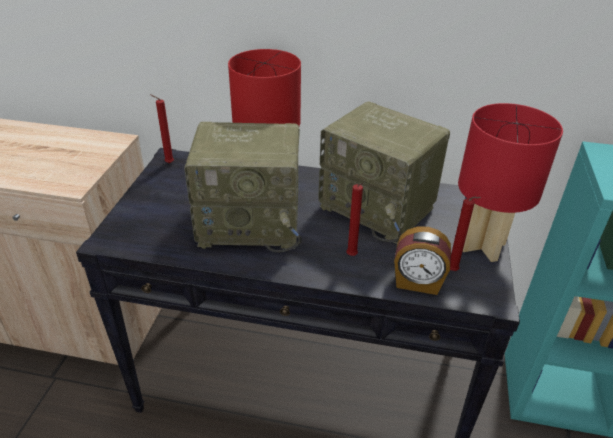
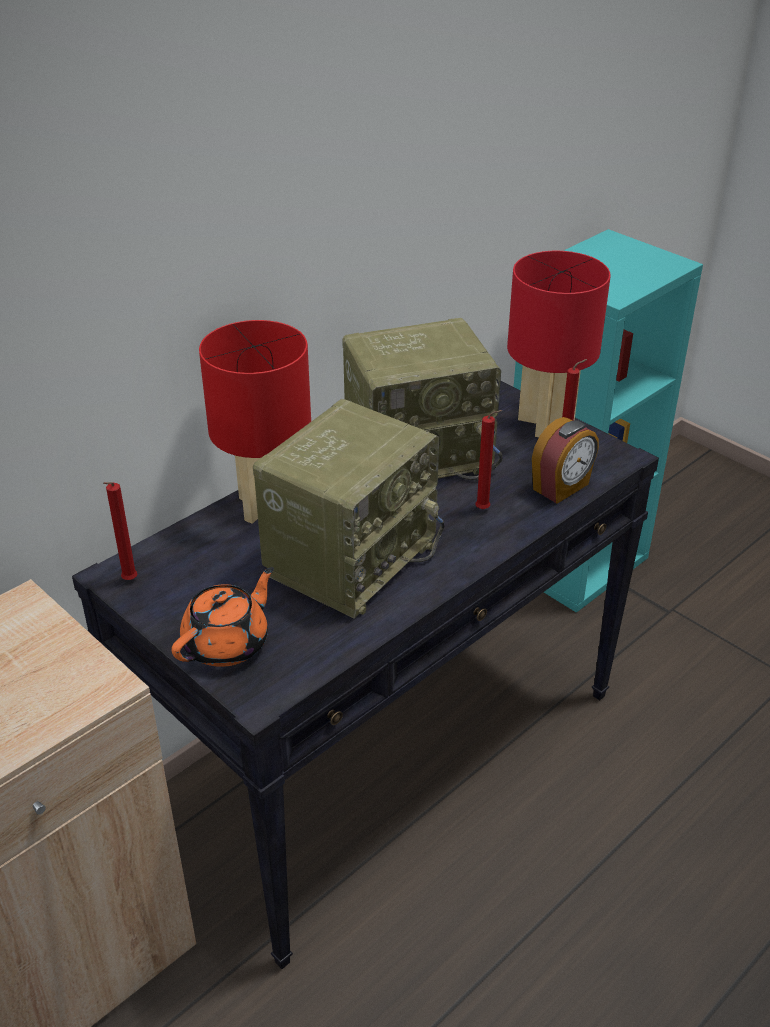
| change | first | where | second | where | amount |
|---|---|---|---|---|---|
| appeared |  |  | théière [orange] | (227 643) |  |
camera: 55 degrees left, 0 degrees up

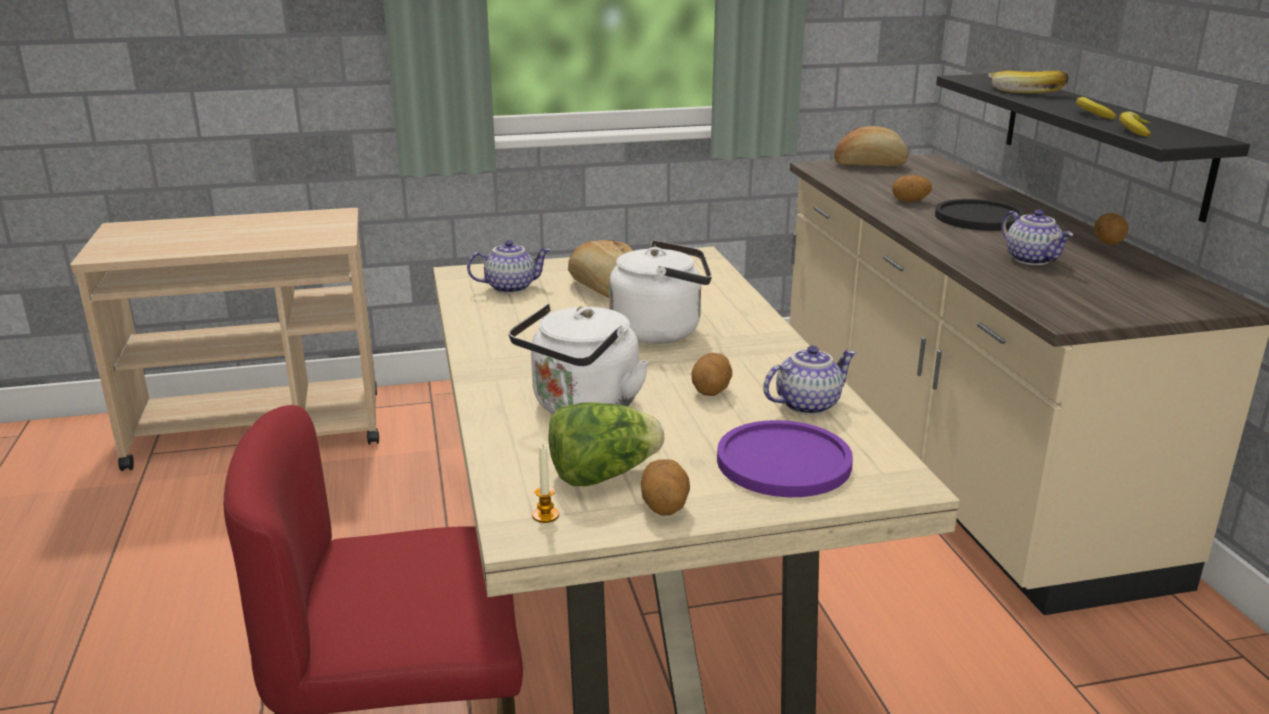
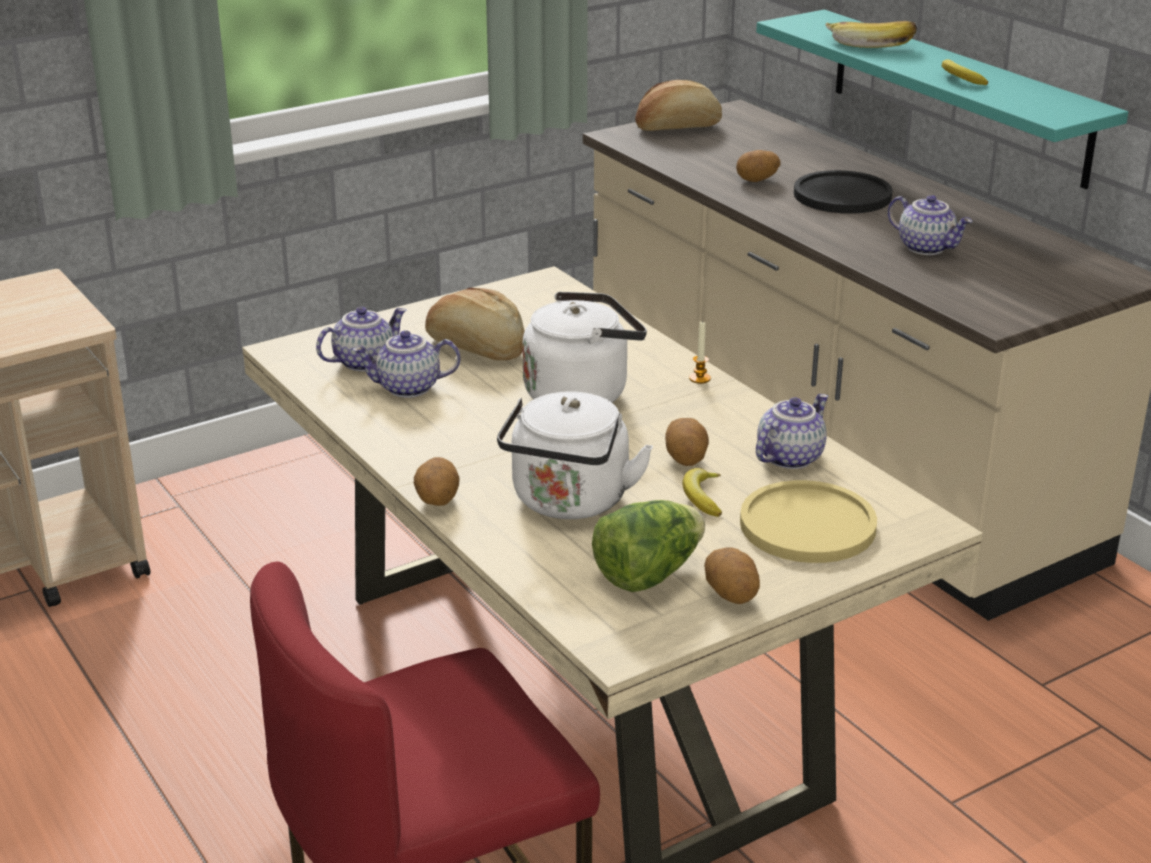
| change | first | where | second | where | amount |
|---|---|---|---|---|---|
| appeared |  |  | théière | (408 389) |  |
| relocated | pomme de terre | (1108 243) |  | (437 501) |  |
| relocated | banane | (1134 130) |  | (702 497) |  |
| relocated | bougie | (545 515) |  | (699 378) |  |
| colour | assiette [violet] | (783 461) | assiette [jaune] | (807 525) |  |
| colour | étagère [noir] | (1100 140) | étagère [turquoise] | (957 96) |  |
camera: 20 degrees left, 5 degrees up

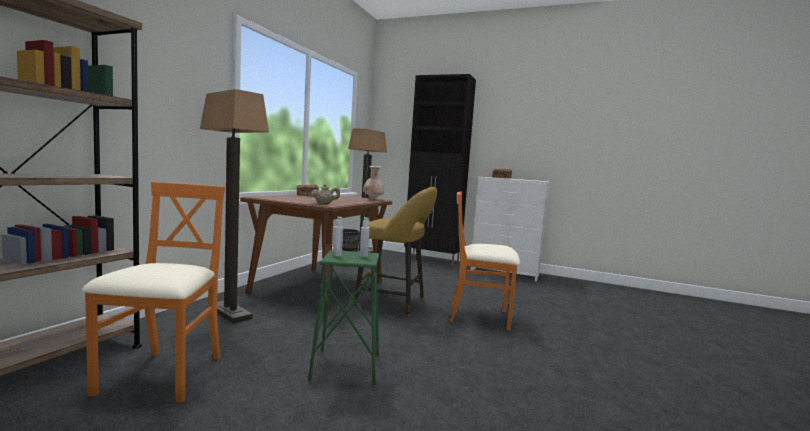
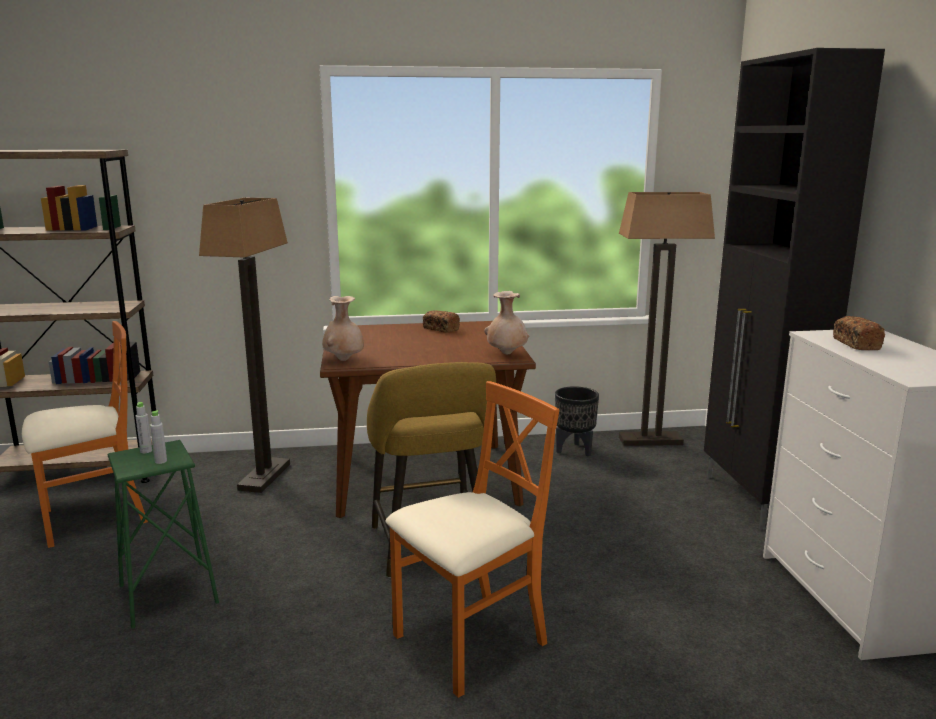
| change | first | where | second | where | amount |
|---|---|---|---|---|---|
| exchanged | théière [beige] | (324 204) | vase [beige] | (344 360) |  |
| spun | chaise [orange] | (480 316) |  | (470 642) | 75 degrees clockwise |
camera: 60 degrees right, 10 degrees up

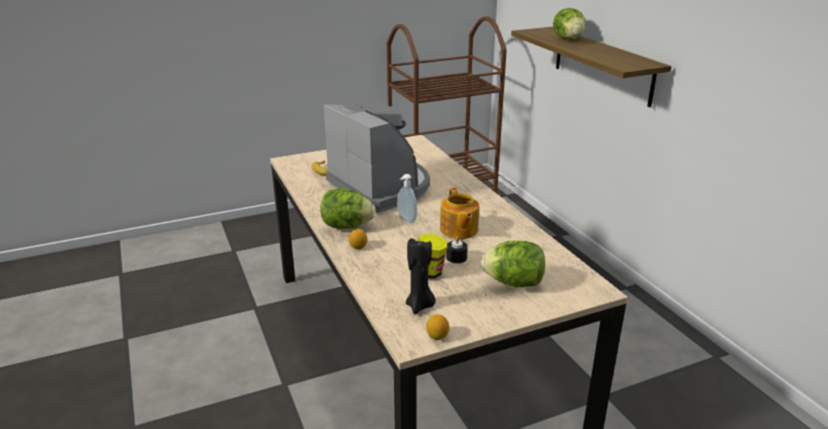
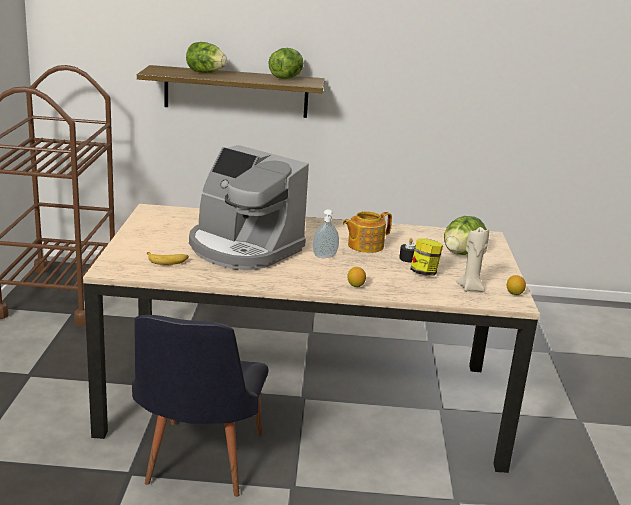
| change | first | where | second | where | amount |
|---|---|---|---|---|---|
| appeared |  |  | chaise [noir] | (199 466) |  |
| spun | machine à café | (381 187) |  | (243 248) | 135 degrees counterclockwise |
| relocated | laitue | (346 226) |  | (286 78) |  |
| spun | théière | (458 230) |  | (364 246) | 135 degrees clockwise |
| colour | bougie [noir] | (420 306) | bougie [beige] | (470 288) |  |
camera: 65 degrees left, 5 degrees down

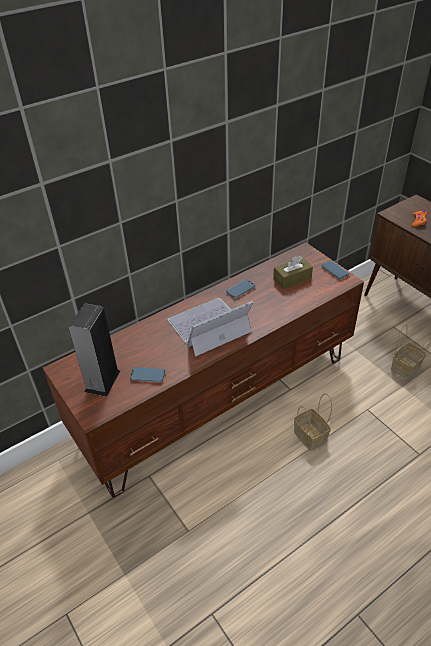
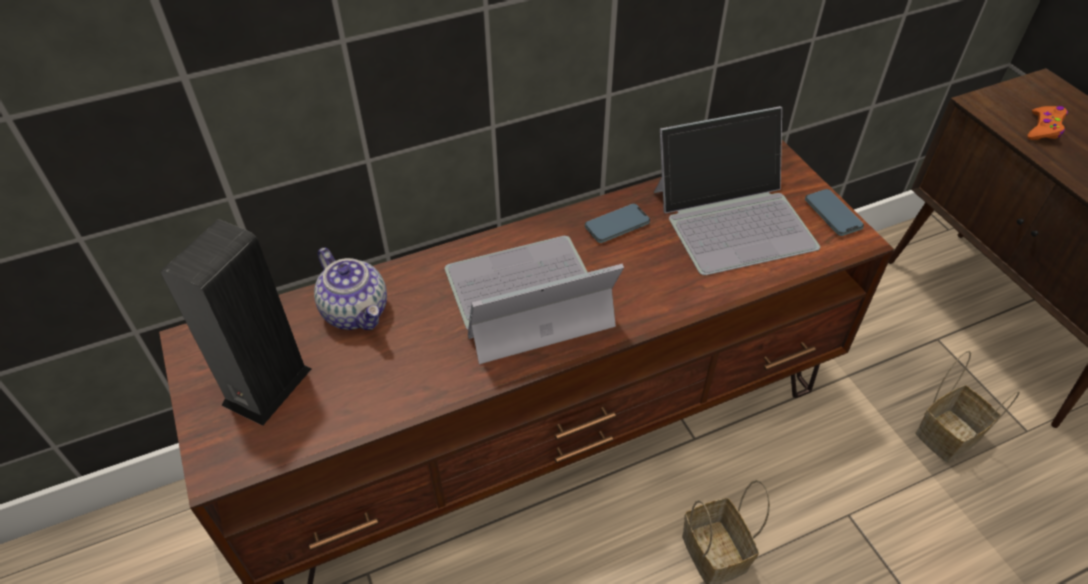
| change | first | where | second | where | amount |
|---|---|---|---|---|---|
| appeared |  |  | théière | (357 311) |  |
| exchanged | boîte à mouchoirs [marron] | (292 279) | ordinateur portable | (734 217) |  |
| missing | téléphone | (147 376) |  |  |  |
camera: 10 degrees right, 5 degrees up

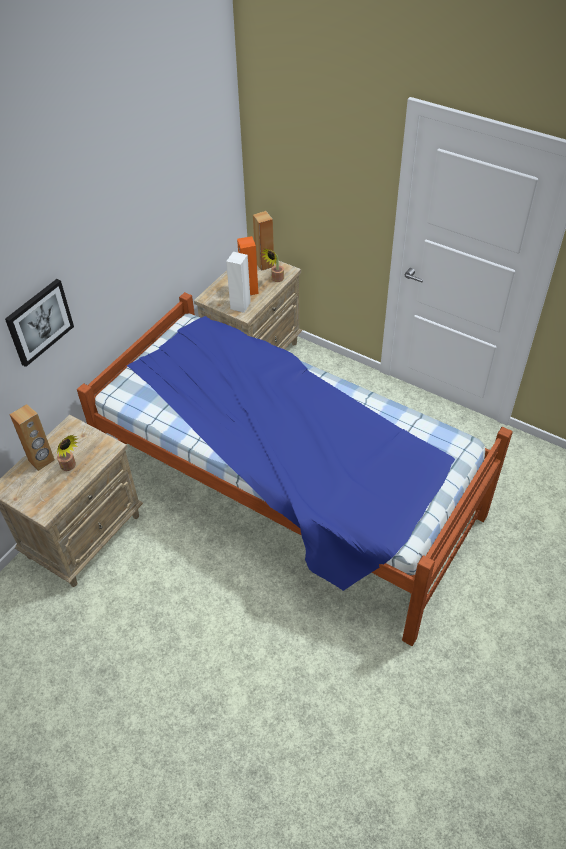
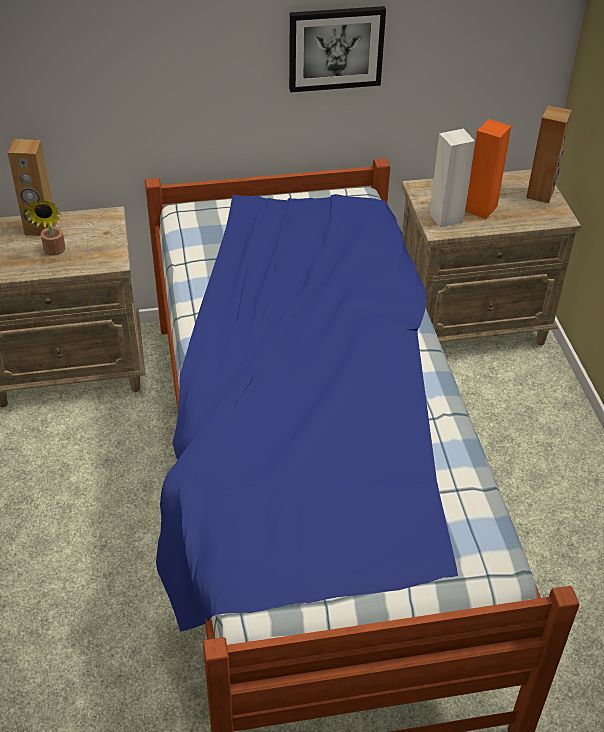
| change | first | where | second | where | amount |
|---|---|---|---|---|---|
| relocated | tableau | (39 322) |  | (335 48) |  |
| missing | plante en pot | (276 279) |  |  |  |
camera: 45 degrees right, 5 degrees down

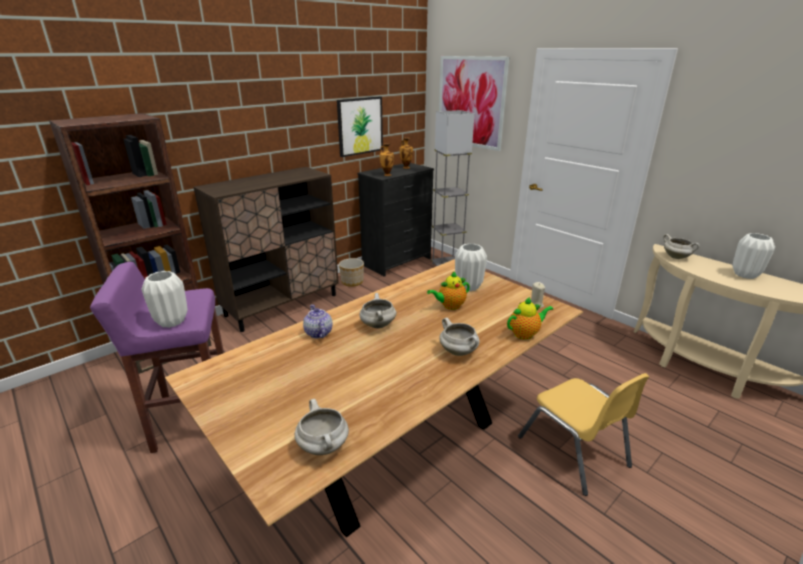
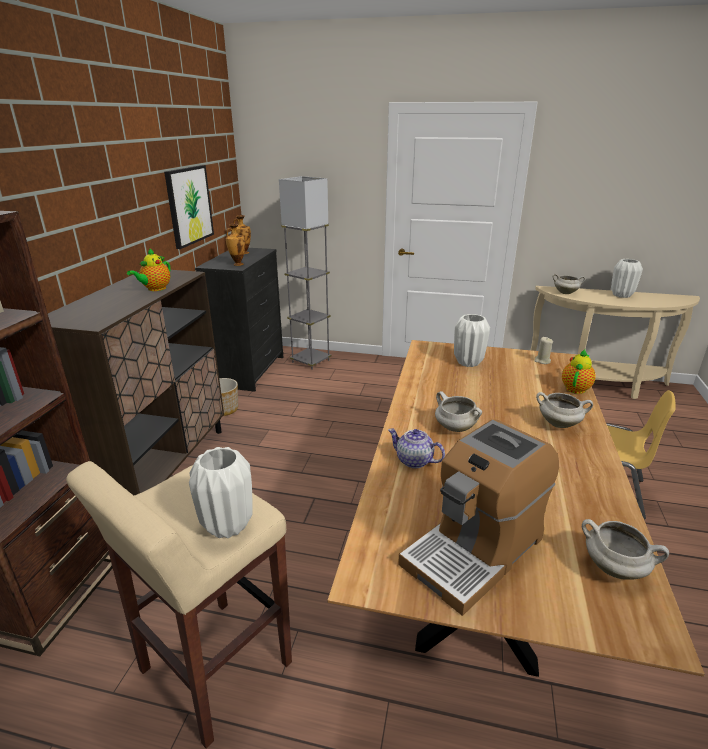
| change | first | where | second | where | amount |
|---|---|---|---|---|---|
| colour | tabouret [violet] | (192 420) | tabouret [beige] | (213 668) |  |
| relocated | théière | (450 306) |  | (155 289) |  |
| appeared |  |  | machine à café | (474 550) |  |
| missing | tableau | (470 102) |  |  |  |
camera: 35 degrees left, 0 degrees up

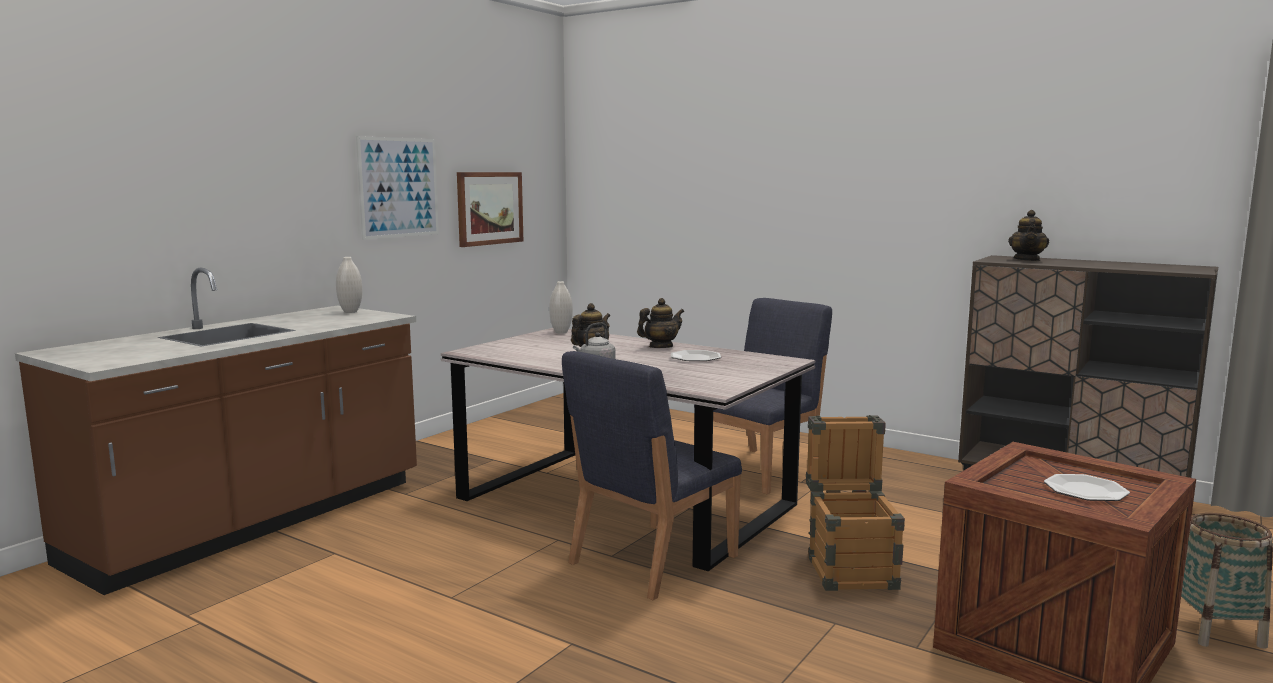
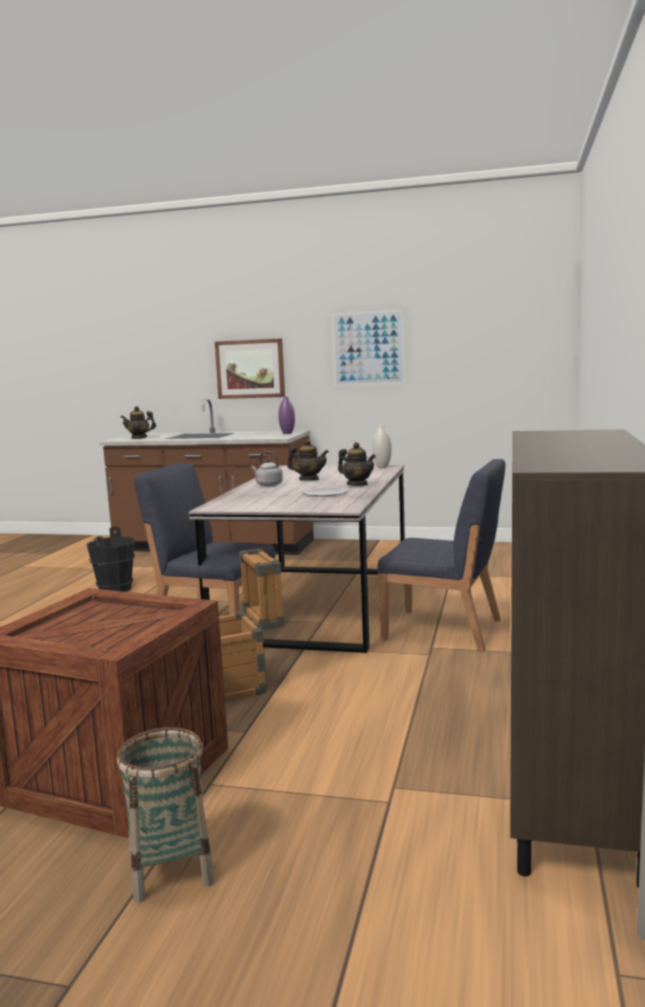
| change | first | where | second | where | amount |
|---|---|---|---|---|---|
| appeared |  |  | seau [noir] | (115 589) |  |
| relocated | théière | (1027 260) |  | (139 437) |  |
| relocated | tableau | (489 208) |  | (250 369) |  |
| colour | vase [blanc] | (350 312) | vase [violet] | (287 433) |  |
| missing | assiette | (1085 490) |  |  |  |
camera: 70 degrees right, 0 degrees up

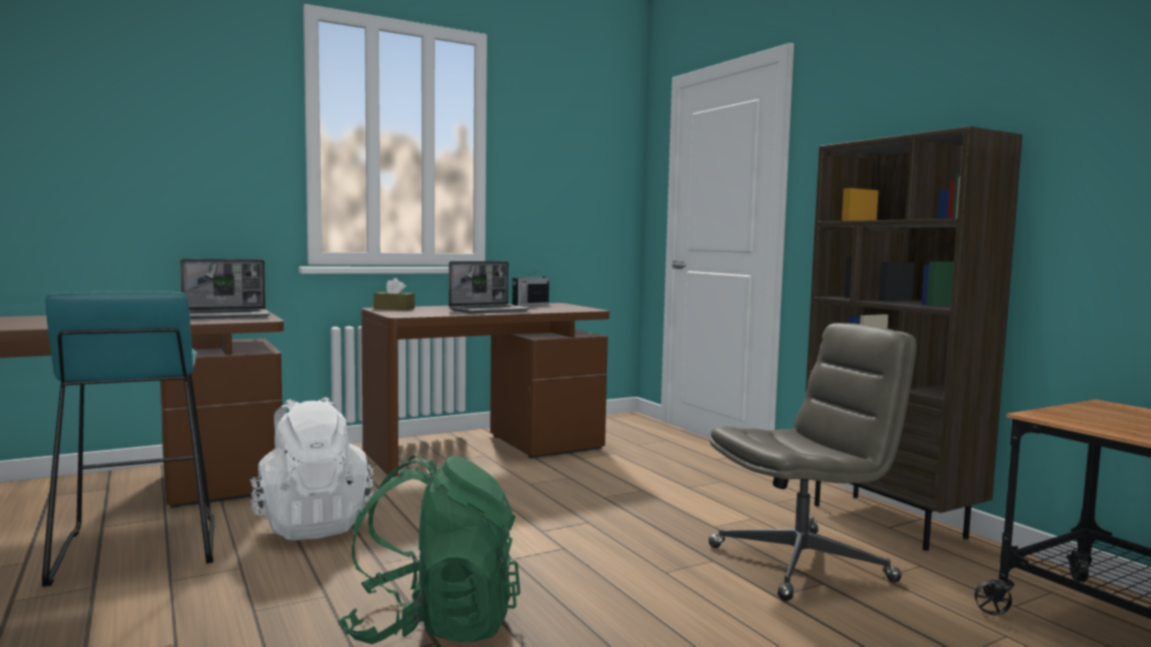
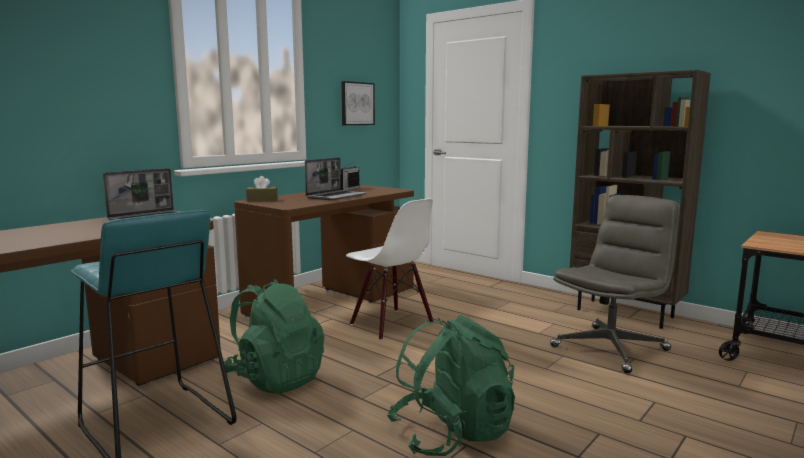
| change | first | where | second | where | amount |
|---|---|---|---|---|---|
| colour | sac à dos [blanc] | (312 525) | sac à dos [vert] | (275 379) |  |
| appeared |  |  | tableau | (357 103) |  |
| appeared |  |  | chaise [blanc] | (391 324) |  |
camera: 20 degrees left, 5 degrees up

